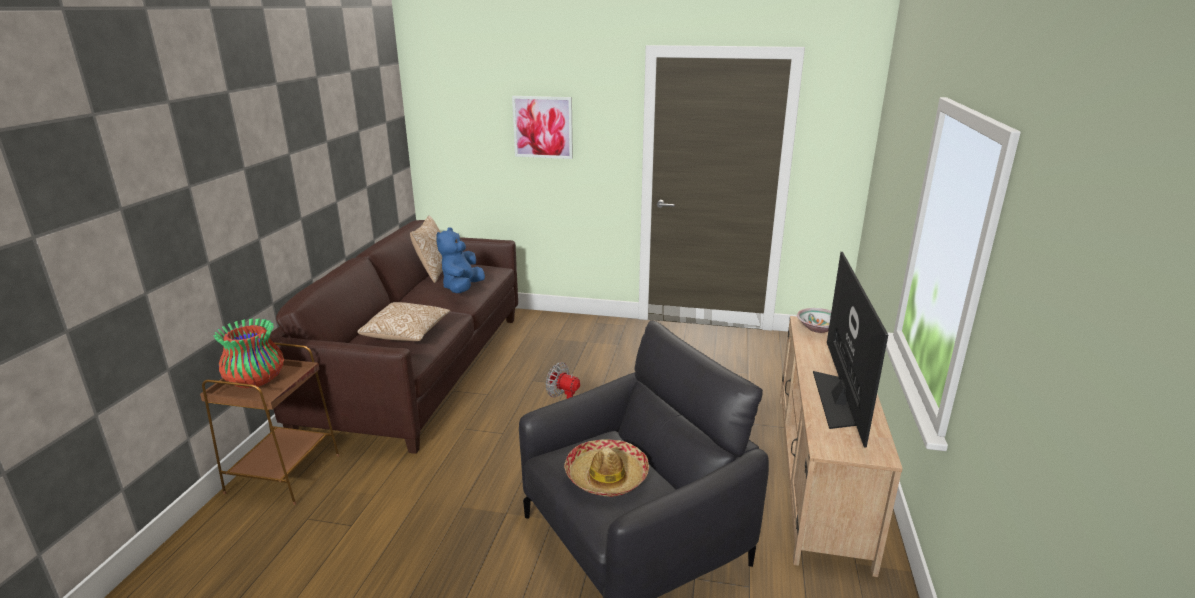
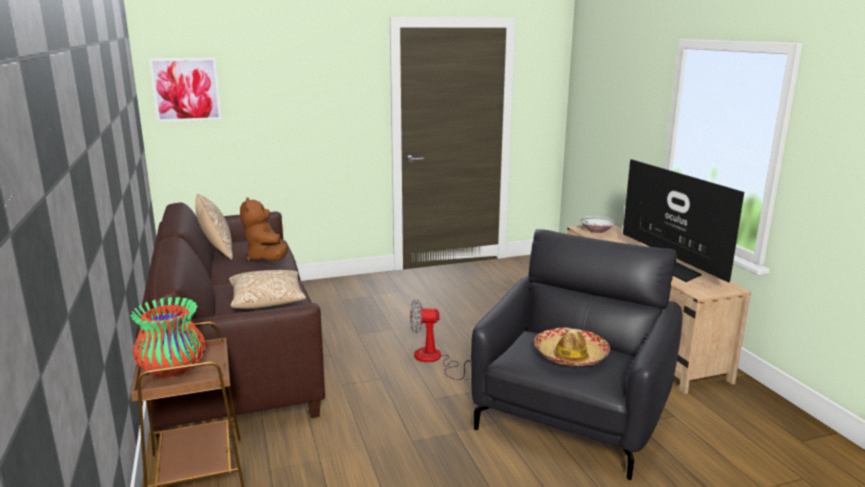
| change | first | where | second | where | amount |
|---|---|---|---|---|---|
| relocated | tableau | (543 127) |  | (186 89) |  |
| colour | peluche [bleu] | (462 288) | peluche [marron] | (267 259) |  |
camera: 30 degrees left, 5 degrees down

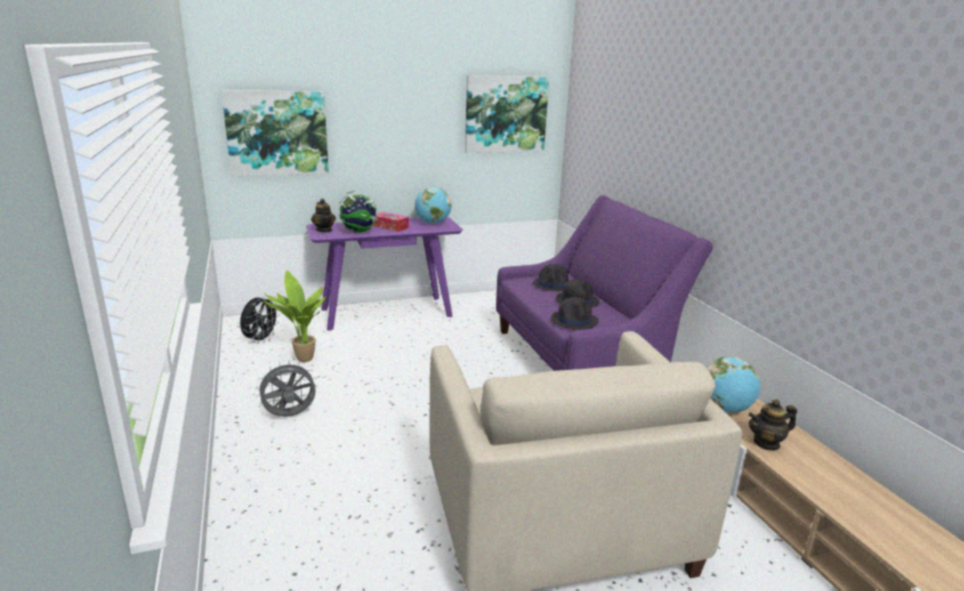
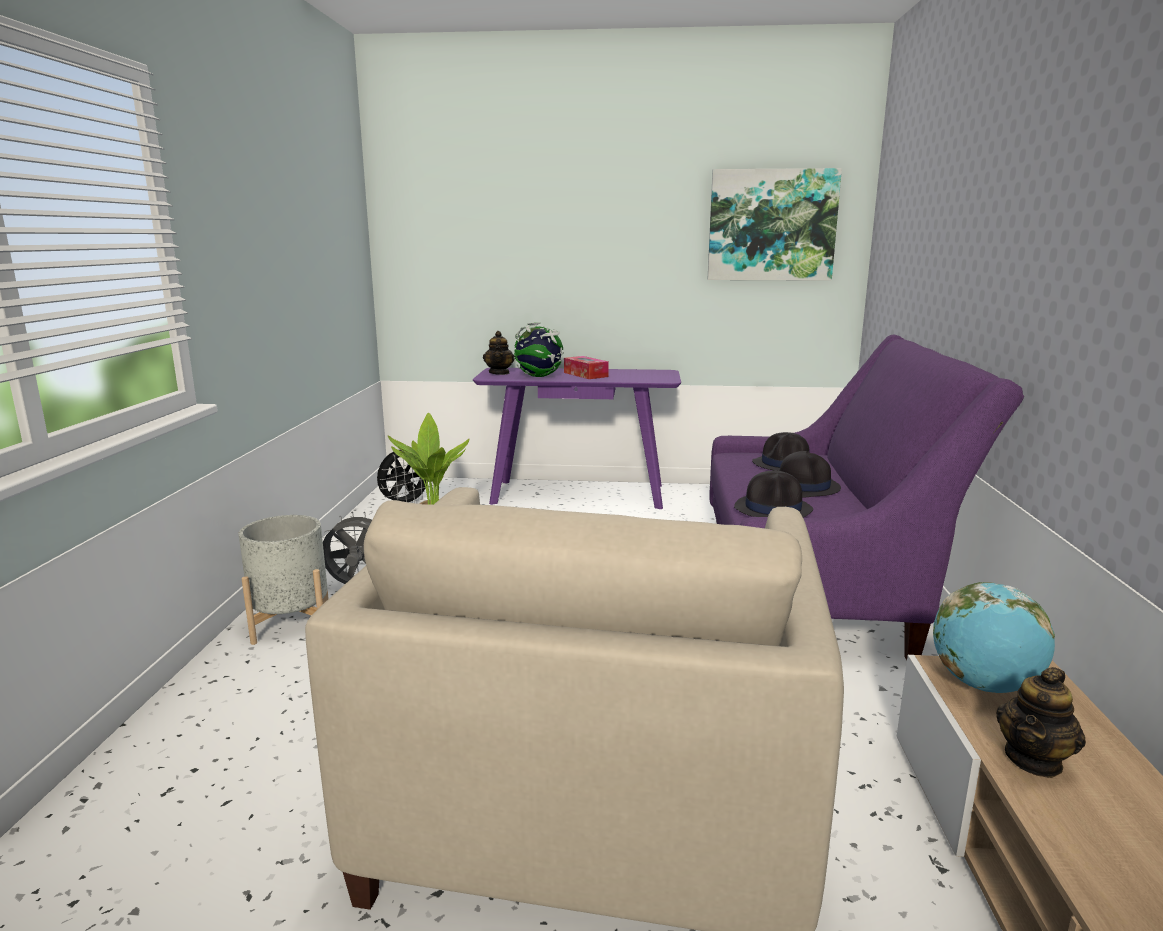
| change | first | where | second | where | amount |
|---|---|---|---|---|---|
| appeared |  |  | cache-pot [gris] | (291 623) |  |
| spun | théière | (766 443) |  | (1034 760) | 60 degrees counterclockwise |
| missing | tableau | (277 133) |  |  |  |
| missing | globe | (432 223) |  |  |  |
camera: 25 degrees right, 5 degrees down

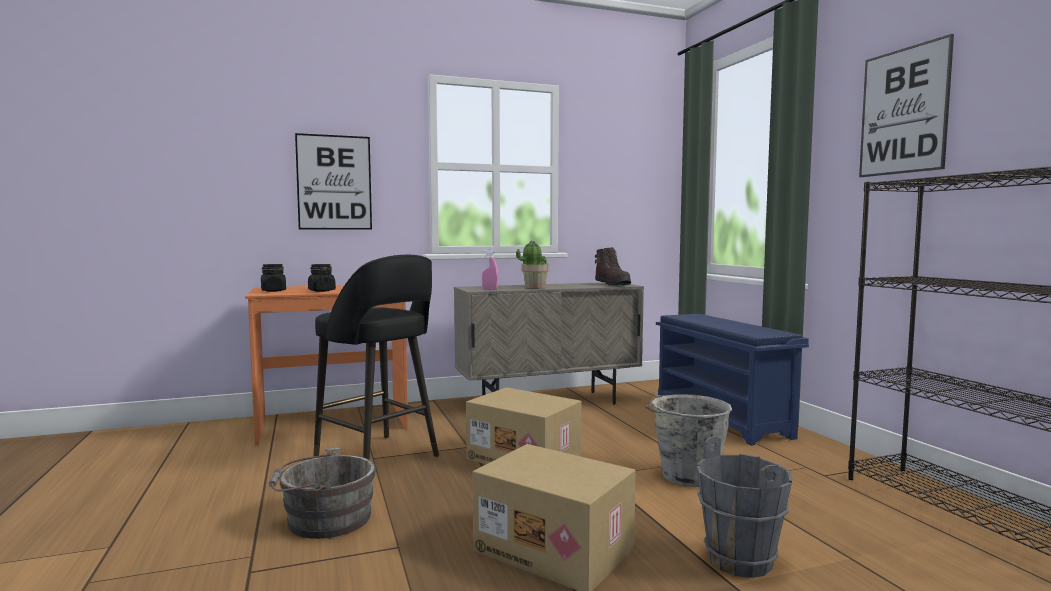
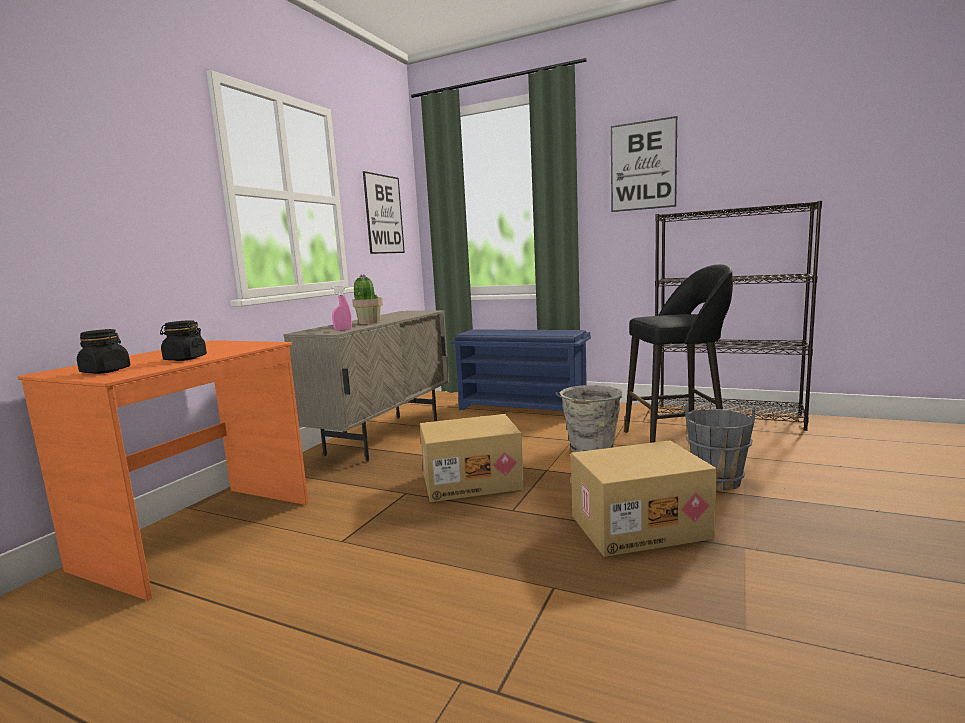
| change | first | where | second | where | amount |
|---|---|---|---|---|---|
| relocated | tableau | (334 182) |  | (384 214) |  |
| relocated | tabouret [noir] | (378 458) |  | (676 440) |  |
| missing | seau [gris] | (324 520) |  |  |  |
| missing | botte [marron] | (613 284) |  |  |  |
camera: 45 degrees left, 5 degrees up

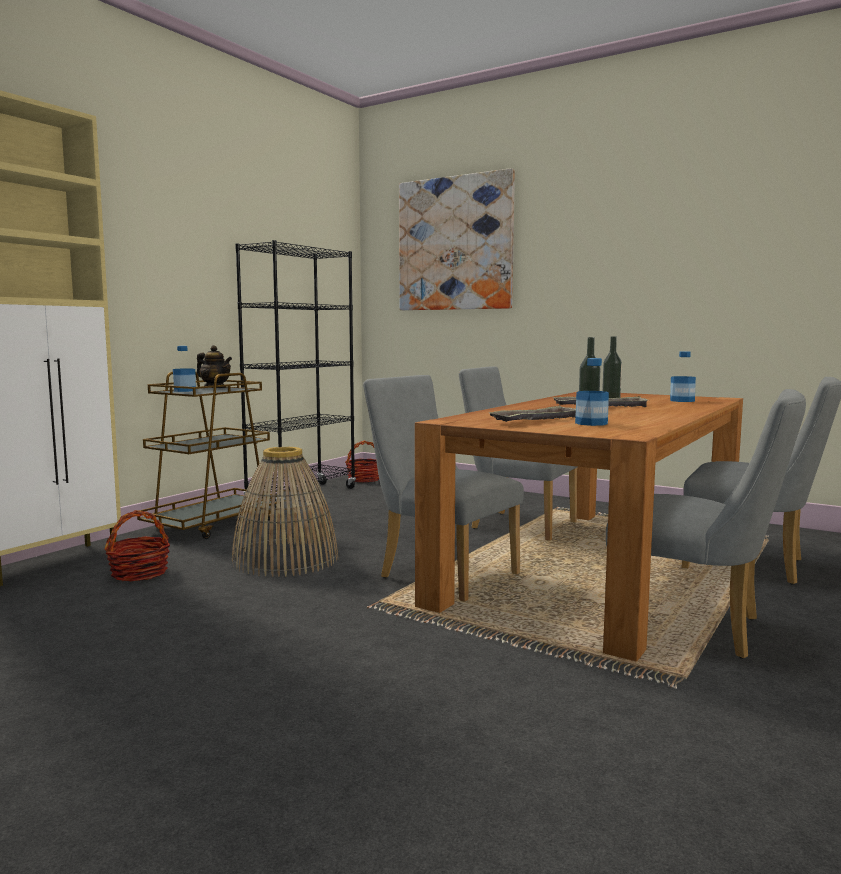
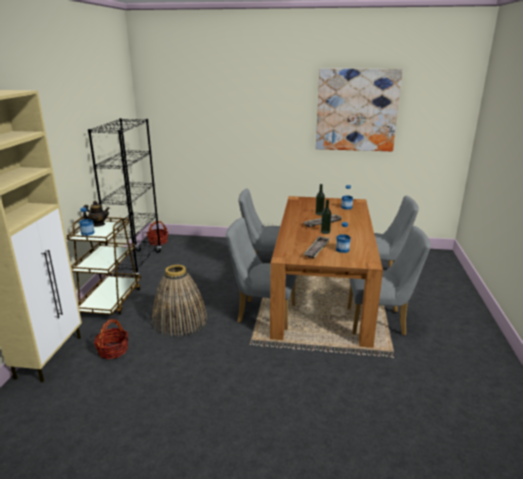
| change | first | where | second | where | amount |
|---|---|---|---|---|---|
| relocated | tableau | (455 244) |  | (357 110) |  |
camera: 25 degrees left, 15 degrees up

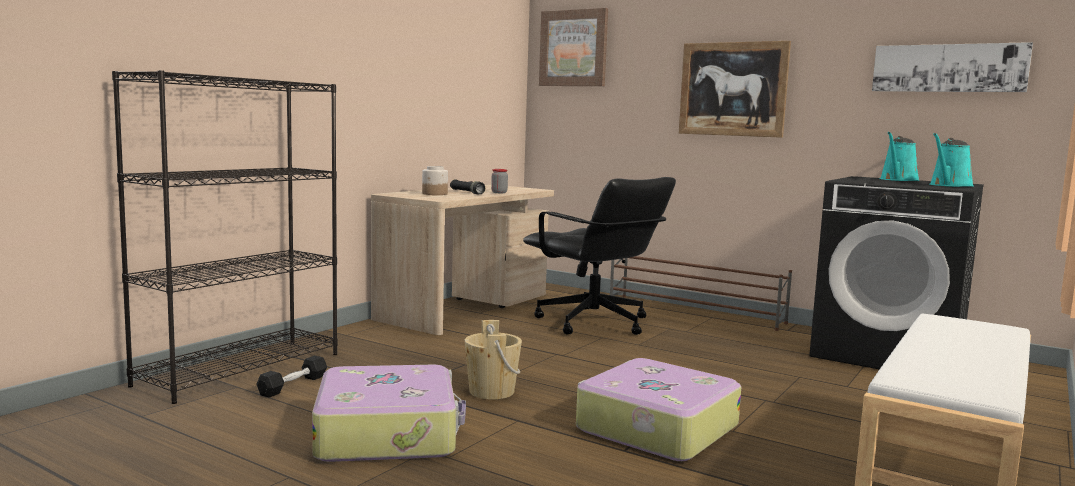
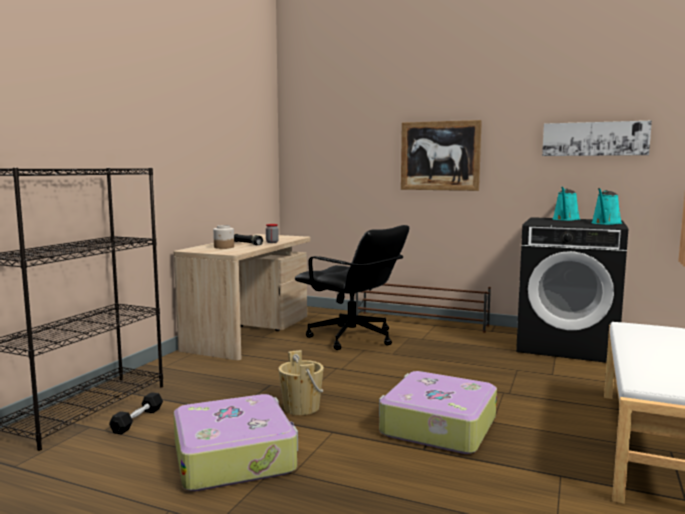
| change | first | where | second | where | amount |
|---|---|---|---|---|---|
| missing | tableau | (573 48) |  |  |  |
camera: 10 degrees left, 0 degrees up

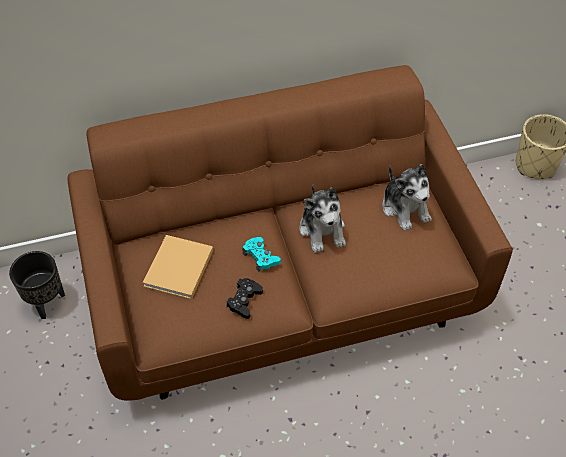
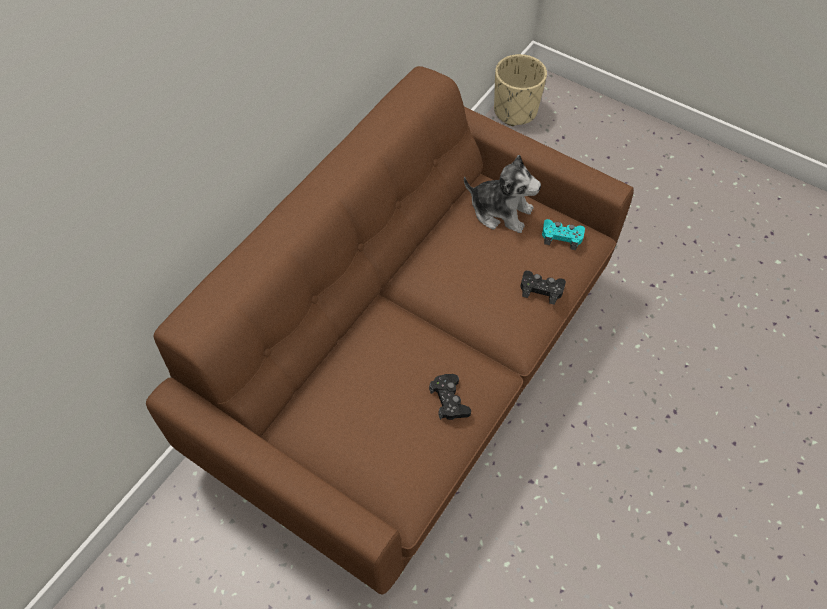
| change | first | where | second | where | amount |
|---|---|---|---|---|---|
| appeared |  |  | manette [noir] | (541 289) |  |
| relocated | manette [turquoise] | (261 257) |  | (562 236) |  |
| missing | cache-pot [noir] | (46 303) |  |  |  |
| missing | livre [beige] | (178 270) |  |  |  |
| missing | peluche | (322 230) |  |  |  |
camera: 40 degrees left, 5 degrees up

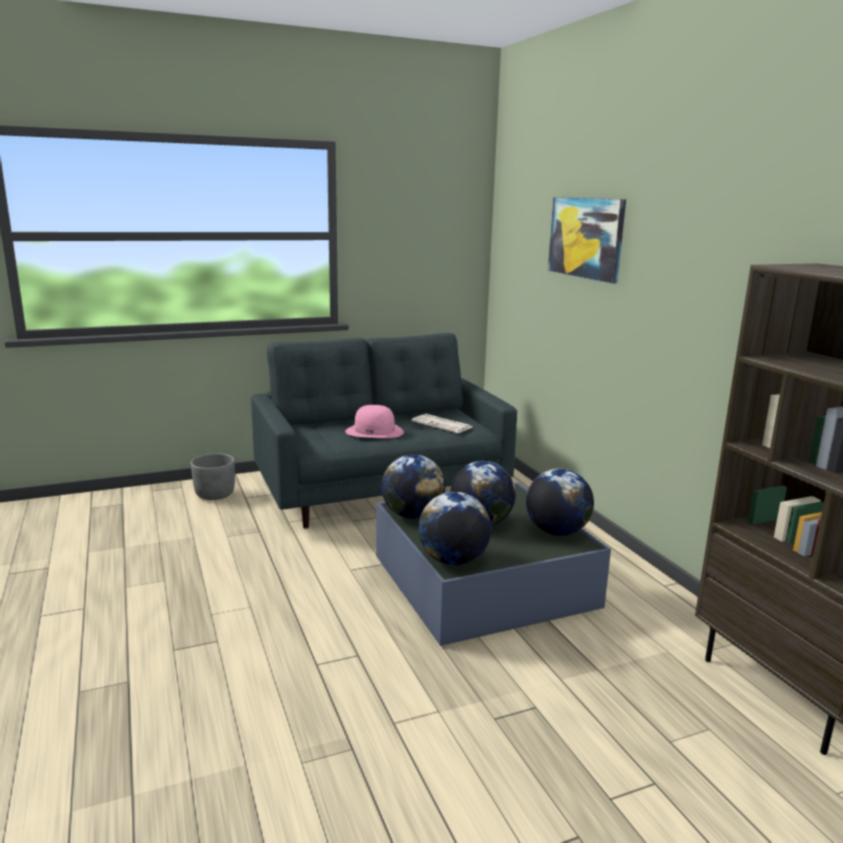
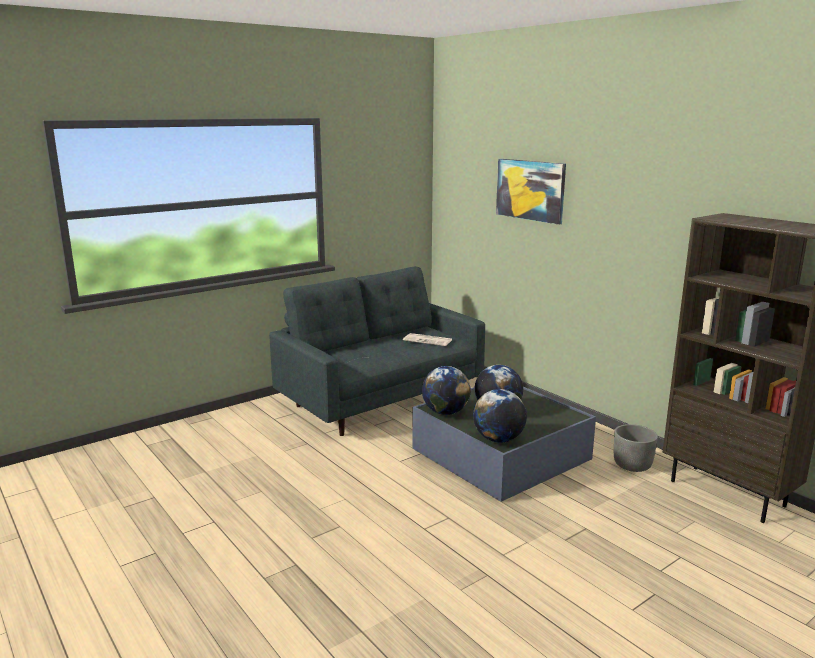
| change | first | where | second | where | amount |
|---|---|---|---|---|---|
| relocated | cache-pot [gris] | (215 494) |  | (632 465) |  |
| missing | chapeau [rose] | (374 431) |  |  |  |
| missing | globe | (556 532) |  |  |  |
camera: 15 degrees left, 0 degrees up

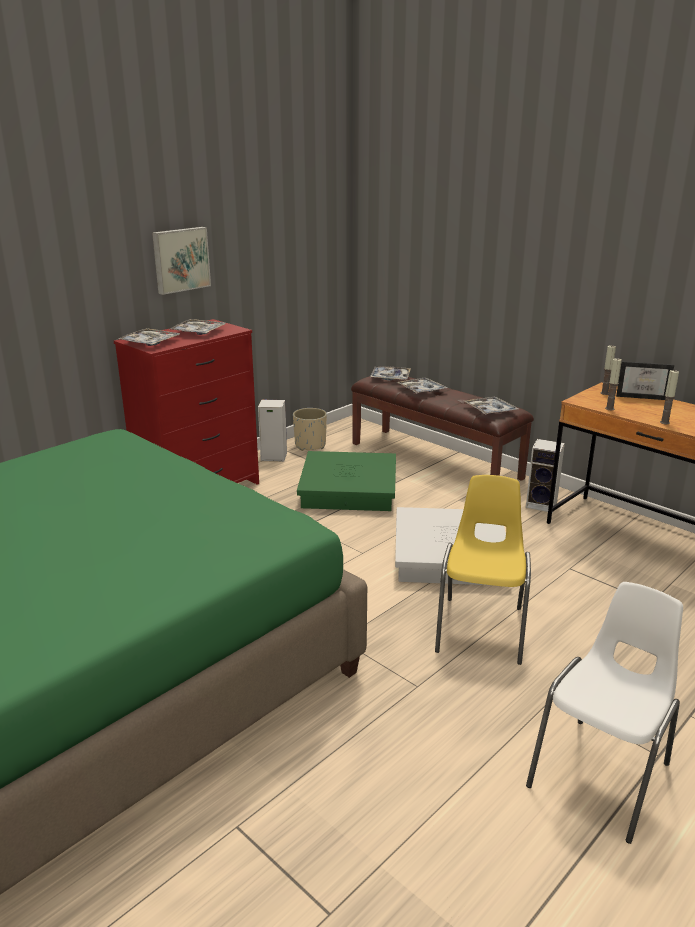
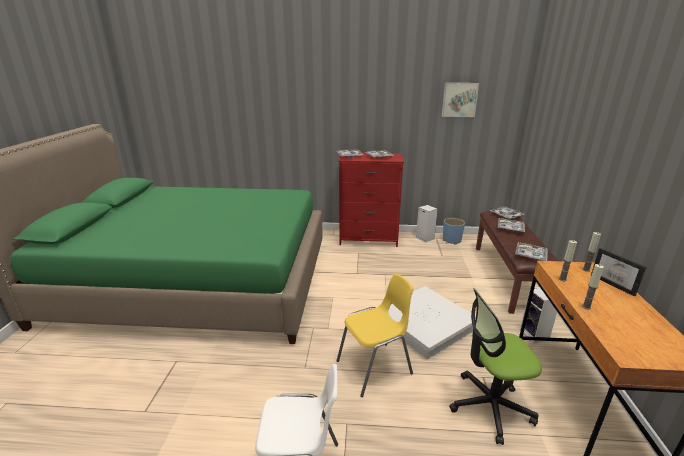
| change | first | where | second | where | amount |
|---|---|---|---|---|---|
| relocated | tableau | (180 259) |  | (459 99) |  |
| colour | cache-pot [beige] | (310 445) | cache-pot [bleu] | (452 240) |  |
| appeared |  |  | chaise de bureau | (490 406) |  |
| missing | boîte de rangement [vert] | (349 489) |  |  |  |
camera: 50 degrees right, 0 degrees up

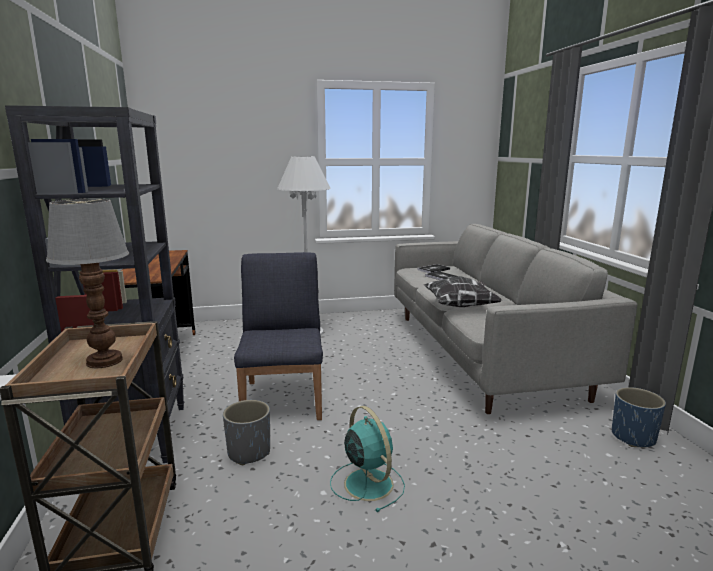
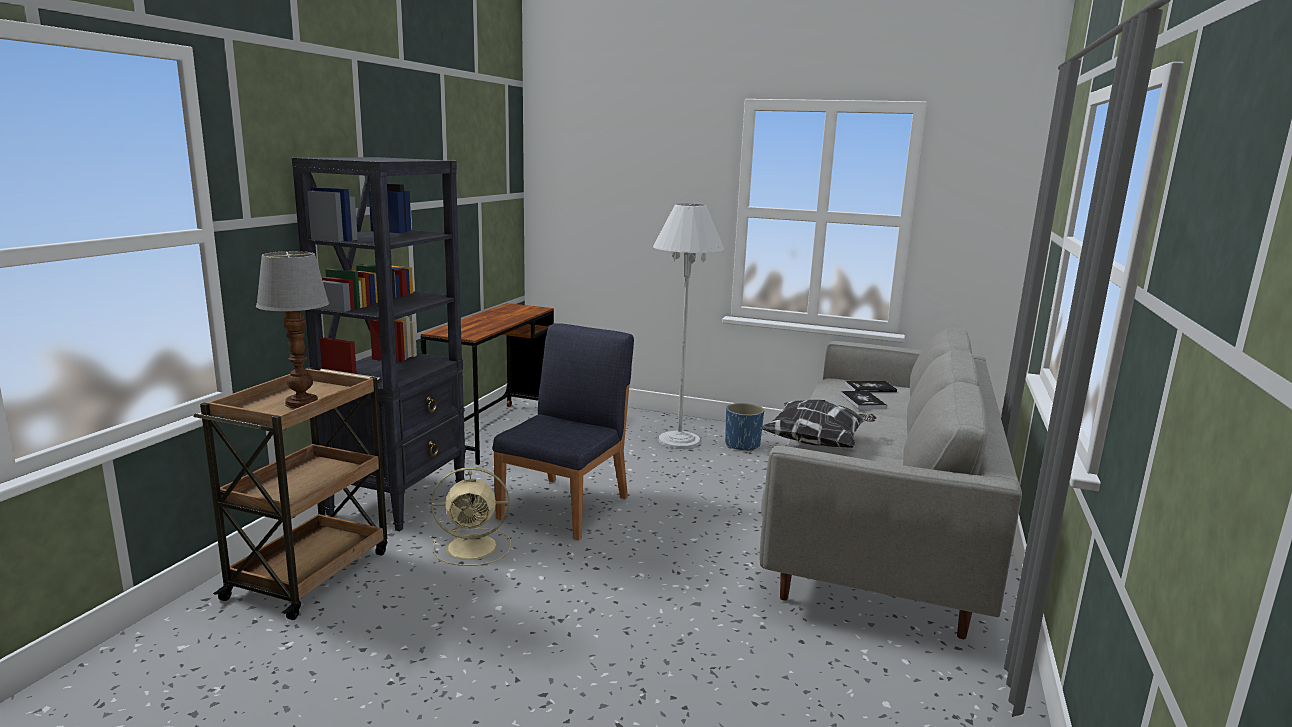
| change | first | where | second | where | amount |
|---|---|---|---|---|---|
| exchanged | cache-pot [gris] | (249 452) | ventilateur [beige] | (474 547) |  |
| relocated | cache-pot [bleu] | (633 437) |  | (742 445) |  |
| missing | ventilateur [turquoise] | (367 483) |  |  |  |
camera: 30 degrees right, 0 degrees up

